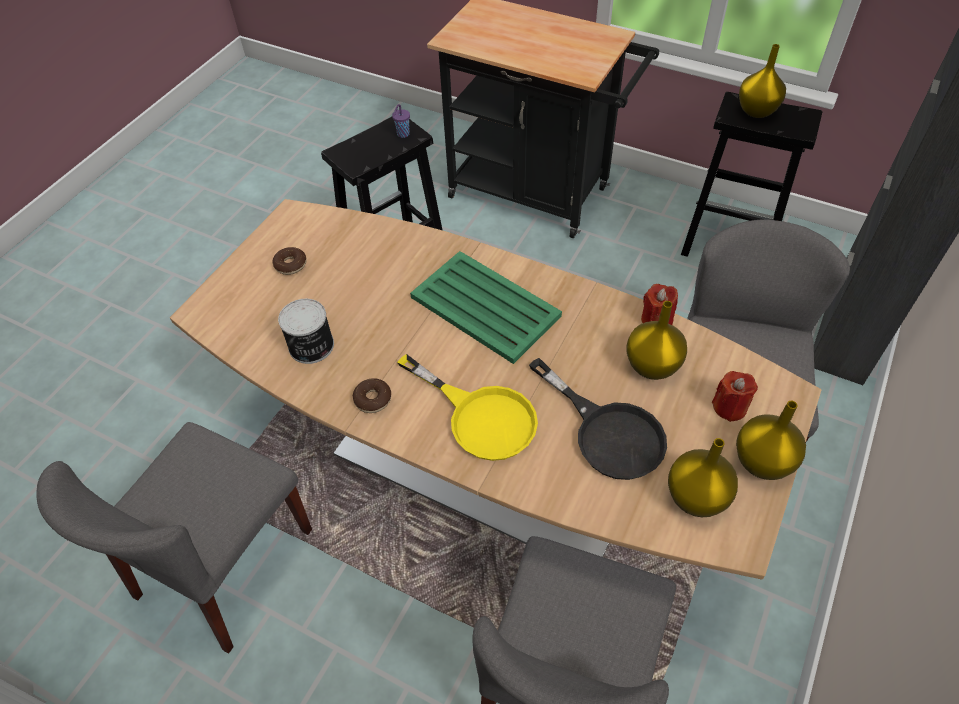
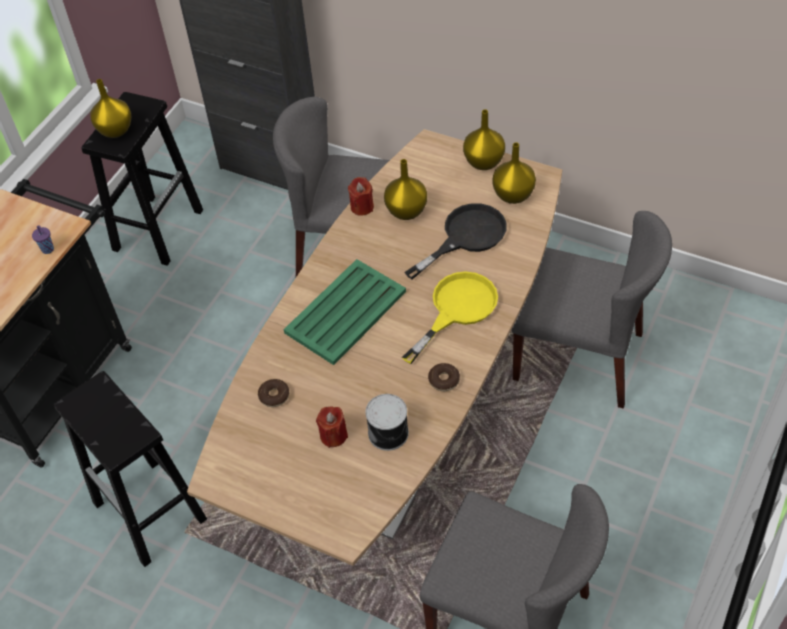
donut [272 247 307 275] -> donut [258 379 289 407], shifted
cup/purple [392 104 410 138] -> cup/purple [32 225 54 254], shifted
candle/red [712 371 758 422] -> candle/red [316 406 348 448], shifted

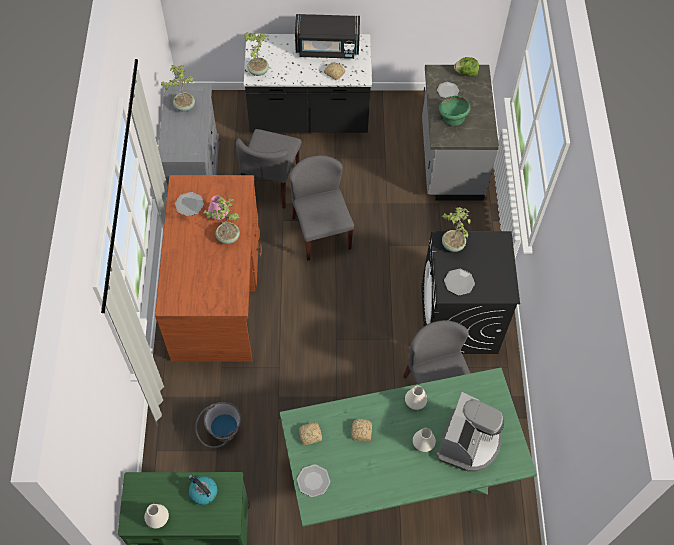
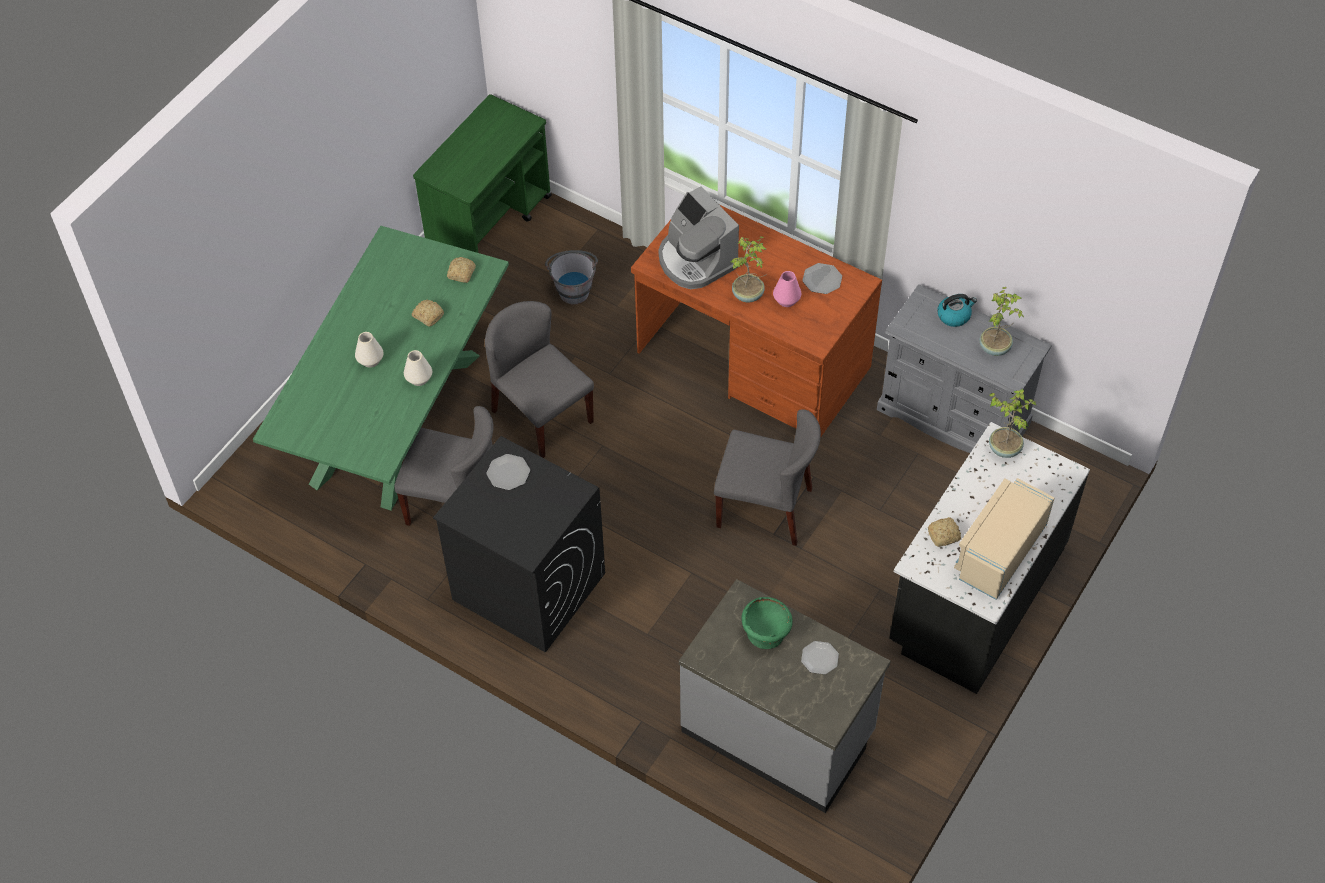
vase/white [144 504 169 528] -> none
kettle [188 474 217 505] -> kettle [937 294 977 327], shifted
chair/grey [236 129 301 209] -> chair/grey [485 301 594 458], shifted
microwave/black [295 14 360 59] -> microwave/beige [954 478 1054 600]
plate [297 464 330 497] -> none
coffee machine [437 392 504 471] -> coffee machine [658 186 739 289], shifted
potted plant [442 207 471 252] -> none
lettuce [454 57 479 76] -> none

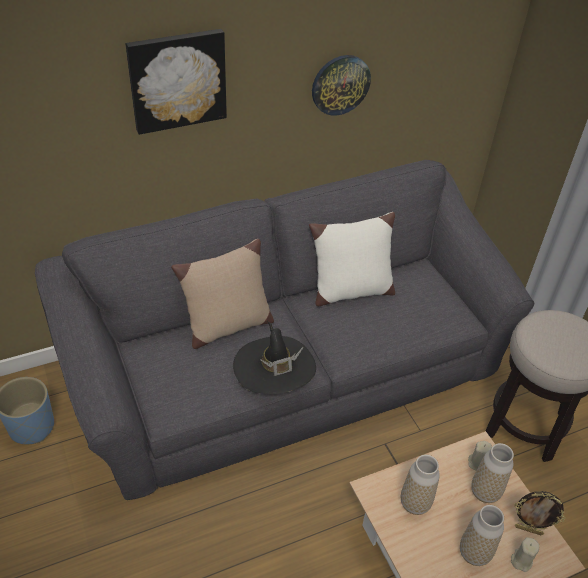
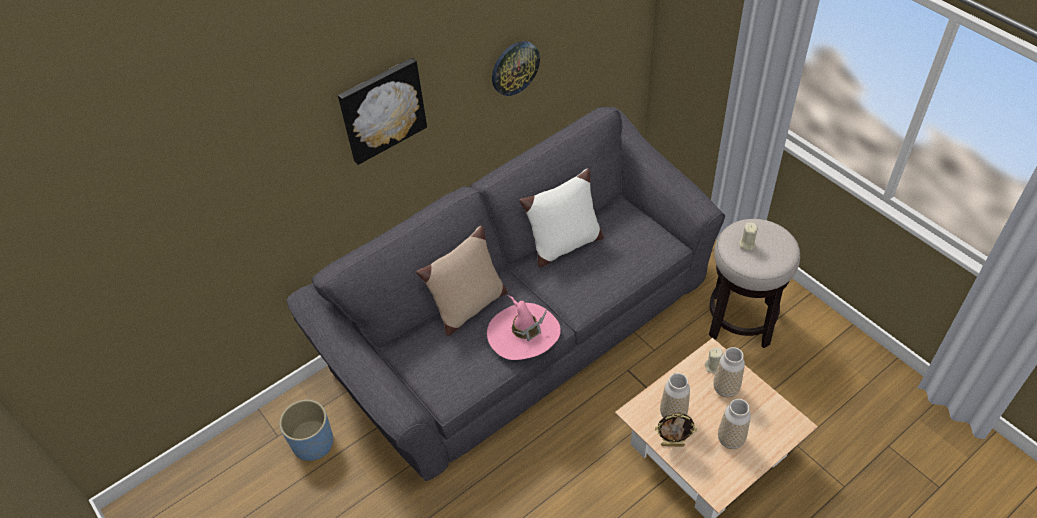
hat/black [233 321 316 394] -> hat/pink [487 295 561 360]
candle/beige [511 537 539 572] -> candle/beige [739 223 758 250], shifted
picture frame [514 491 566 535] -> picture frame [655 413 697 447], shifted

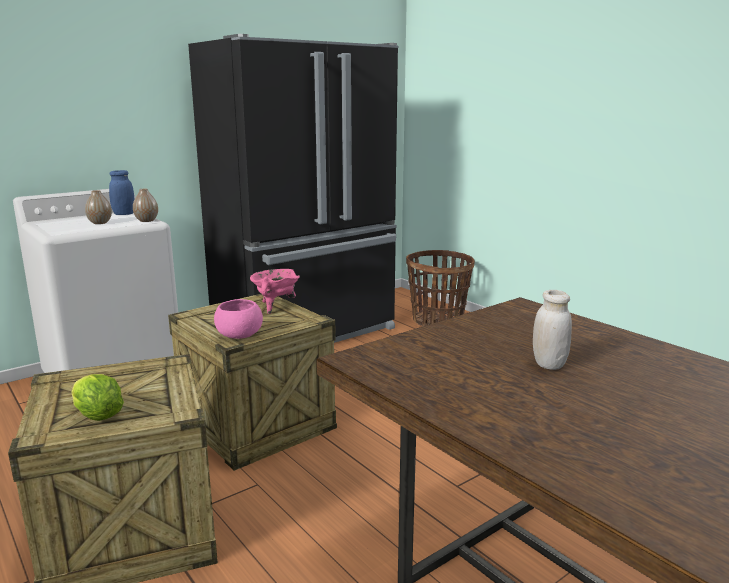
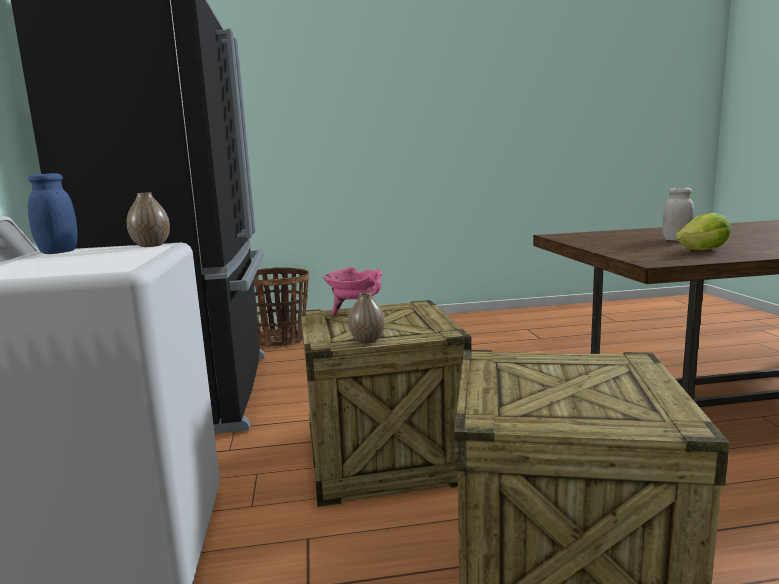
lettuce [71 374 124 421] -> lettuce [676 213 731 250], shifted
vase [85 190 112 224] -> vase [348 293 385 343], shifted
bowl/pink [214 299 263 339] -> none

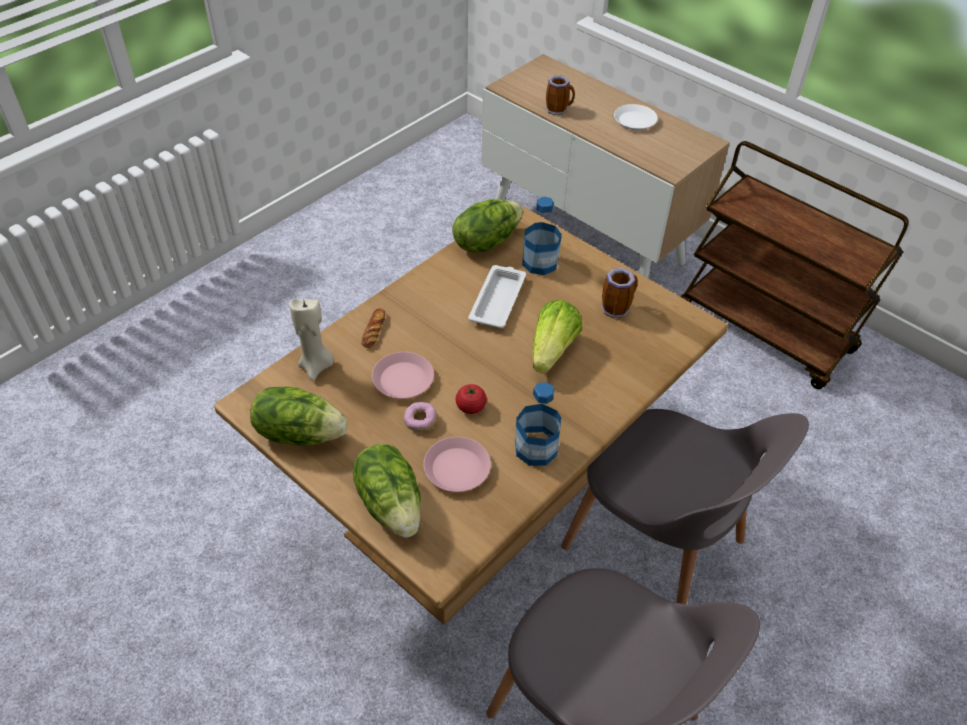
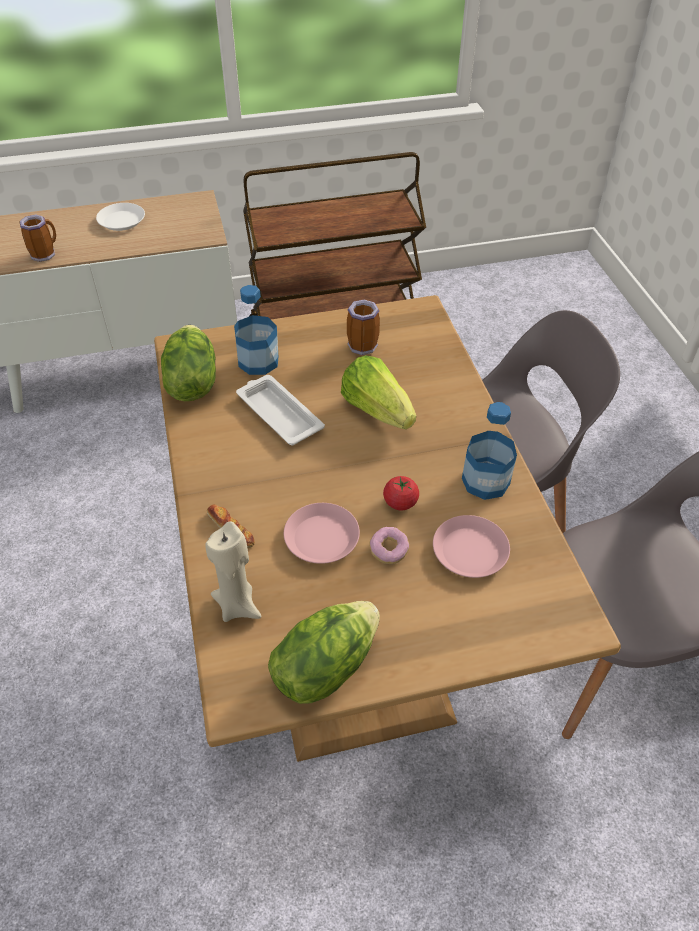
lettuce [353 444 421 538] -> none

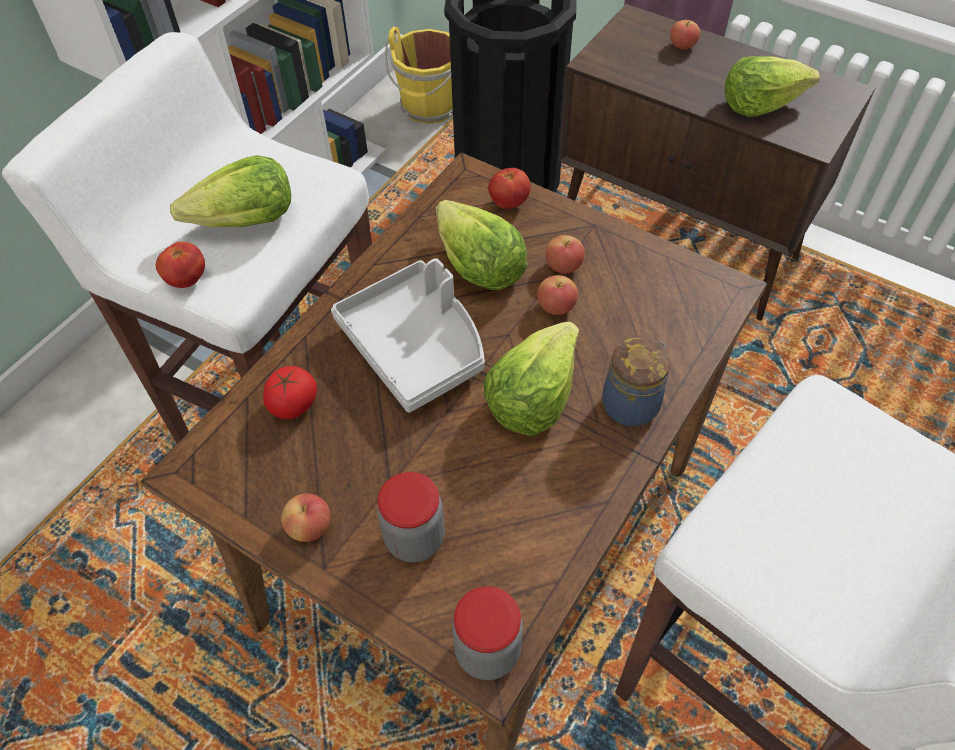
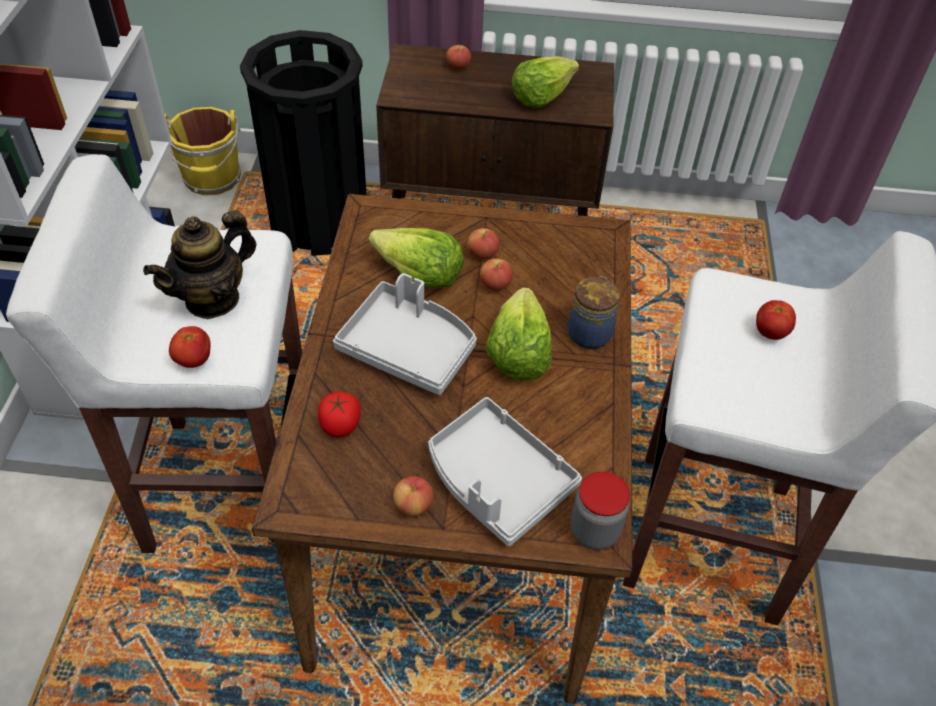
lettuce [170 155 291 228] -> teapot [143 210 256 319]
jar [377 472 445 563] -> tray/grey [428 397 582 546]
tomato [488 168 531 209] -> tomato [756 300 796 340], shifted

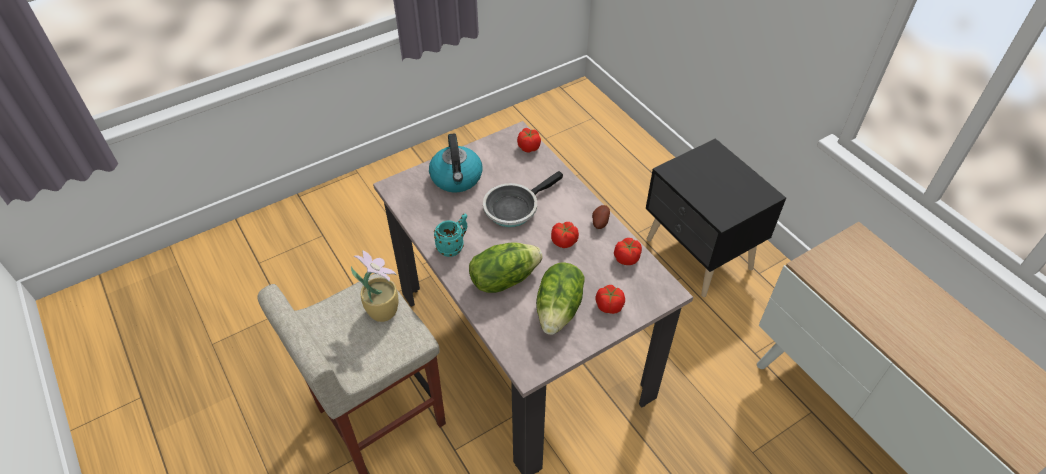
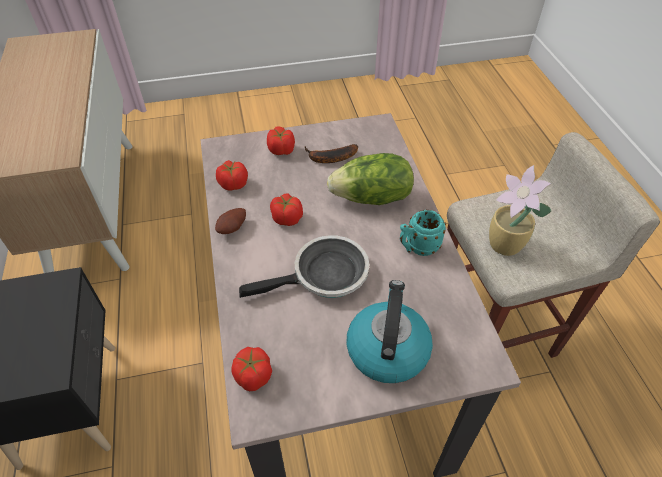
lettuce [536 262 585 335] -> banana [305 144 358 163]

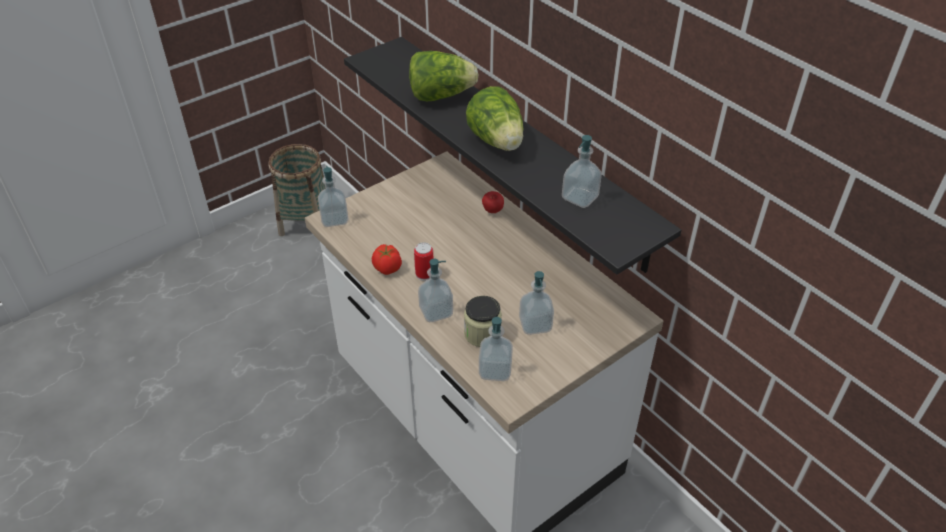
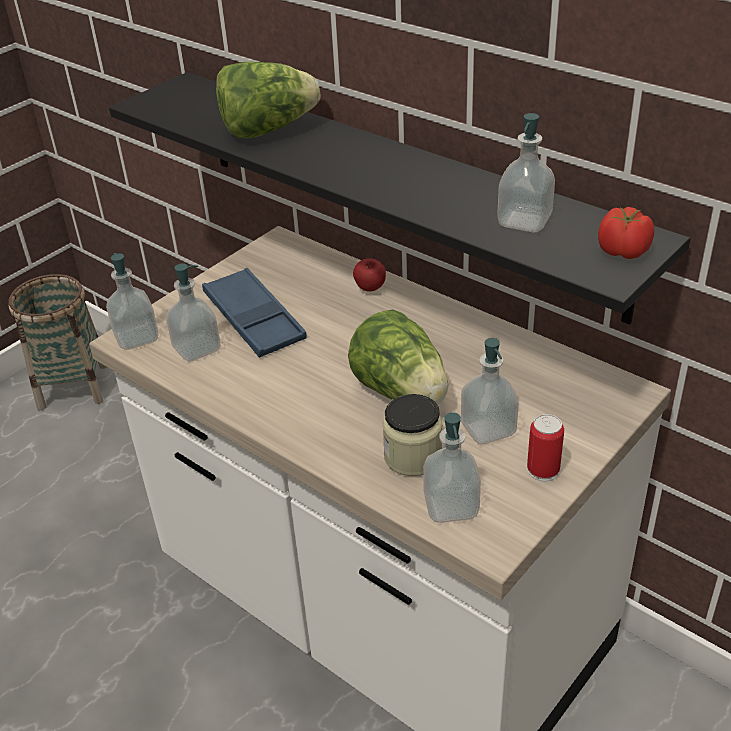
tomato [372 244 402 275] -> tomato [598 207 654 259], shifted
can [414 242 434 281] -> can [527 414 564 481], shifted
soap dispenser [418 259 453 322] -> soap dispenser [166 263 220 362], shifted
lettuce [466 86 523 151] -> lettuce [348 309 448 404], shifted
none -> tray/blue [202 268 307 358]

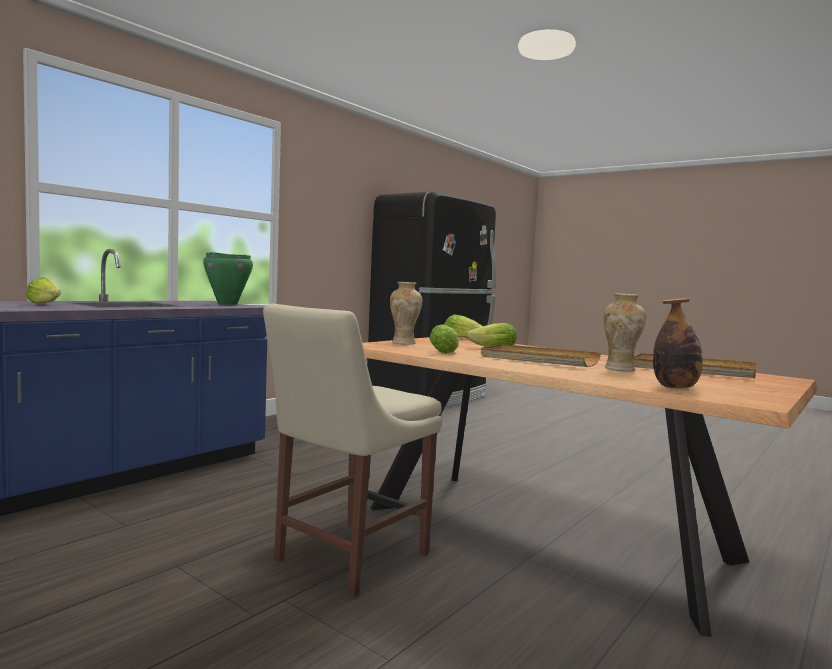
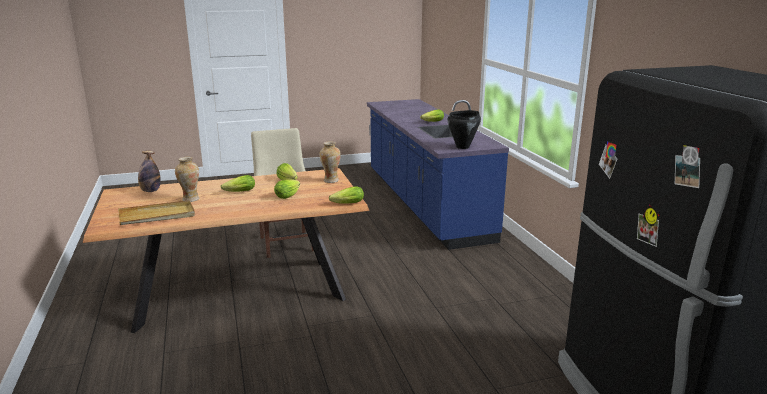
cooking pot/green [203 252 253 305] -> cooking pot/black [447 110 481 149]
tray/beige [481 344 601 367] -> lettuce [221 175 255 192]

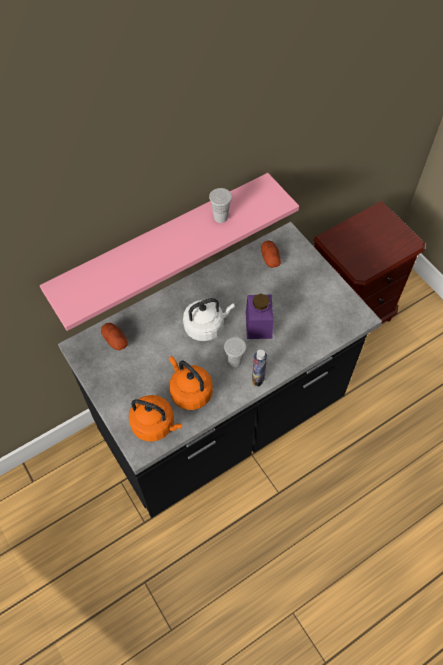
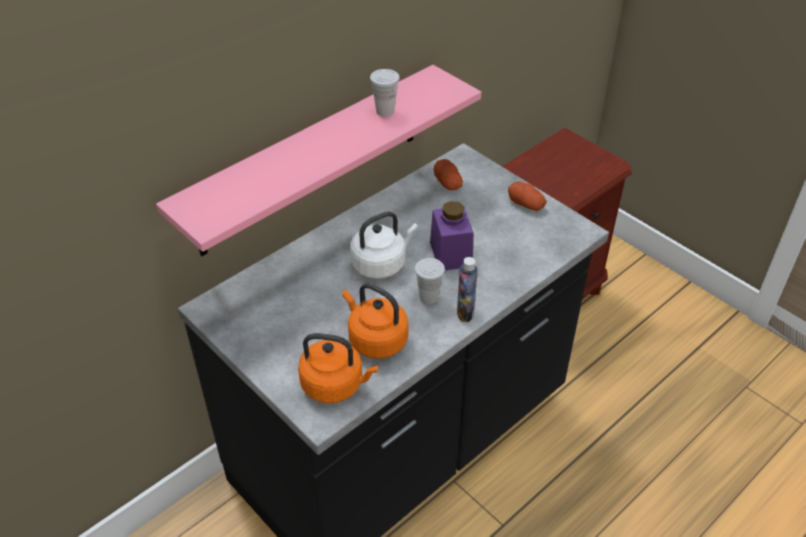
potato [101 323 128 350] -> potato [508 181 547 211], shifted

